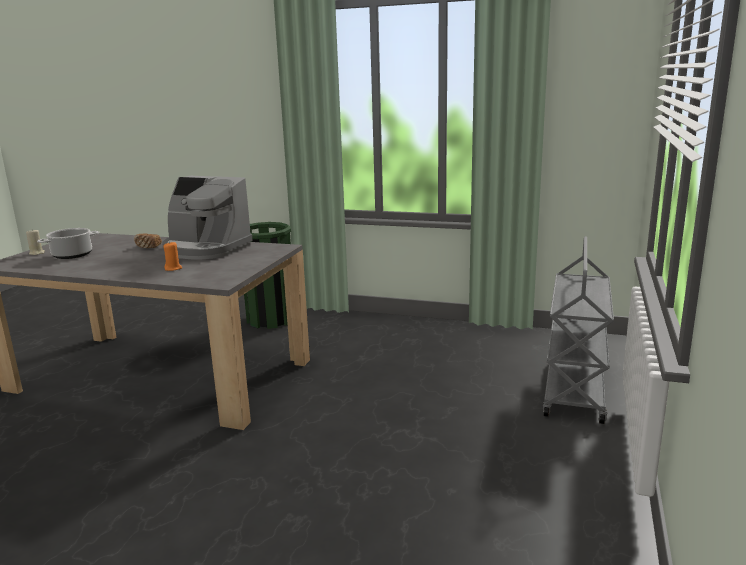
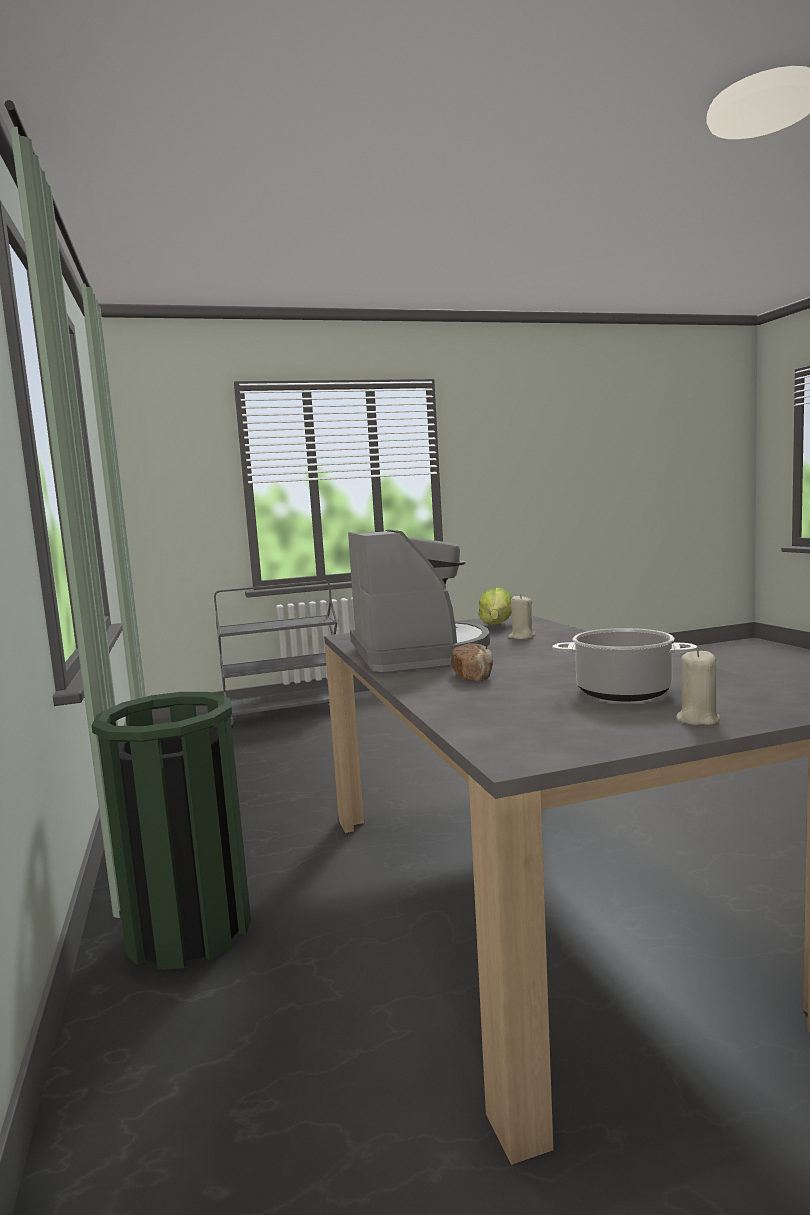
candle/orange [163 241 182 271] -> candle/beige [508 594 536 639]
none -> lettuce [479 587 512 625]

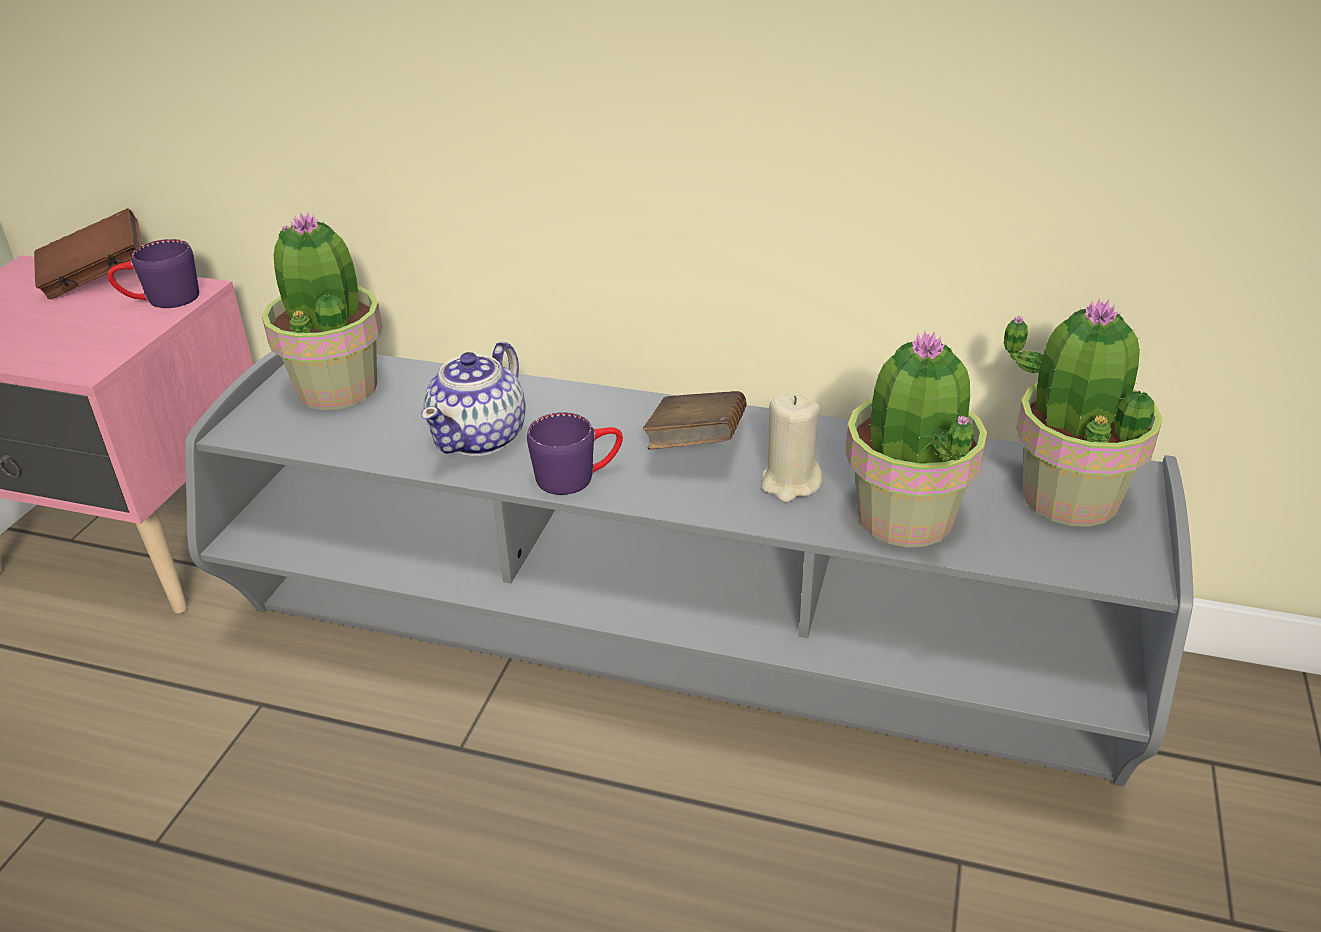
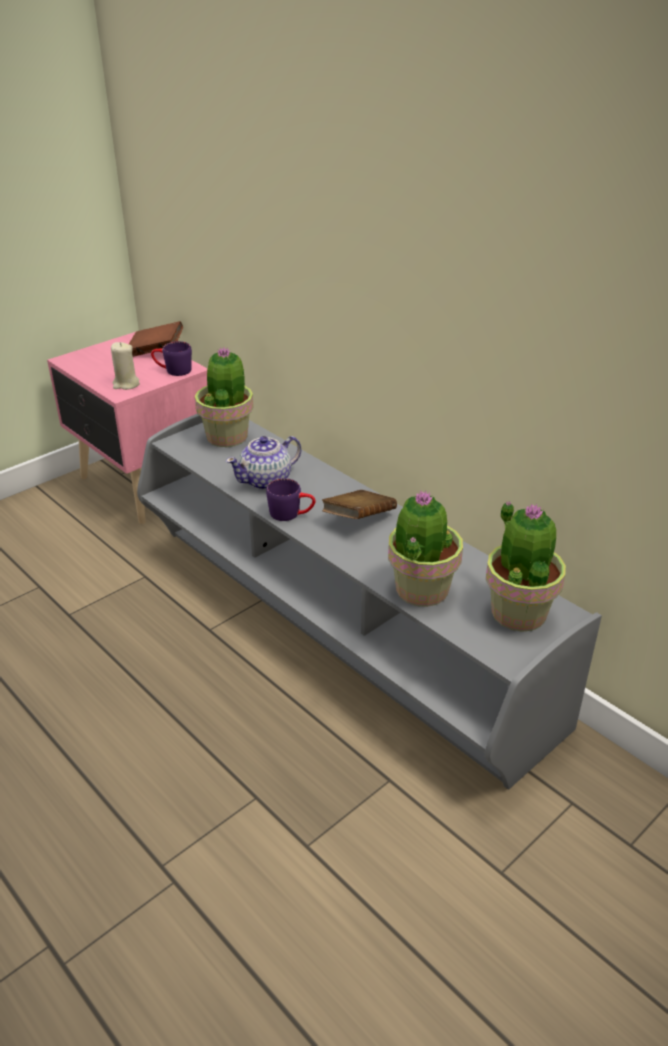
candle/beige [761 395 823 502] -> candle/beige [111 342 140 390], shifted

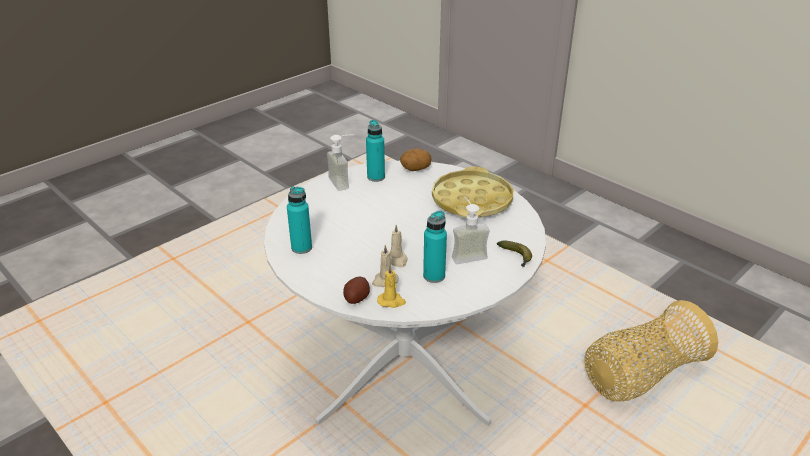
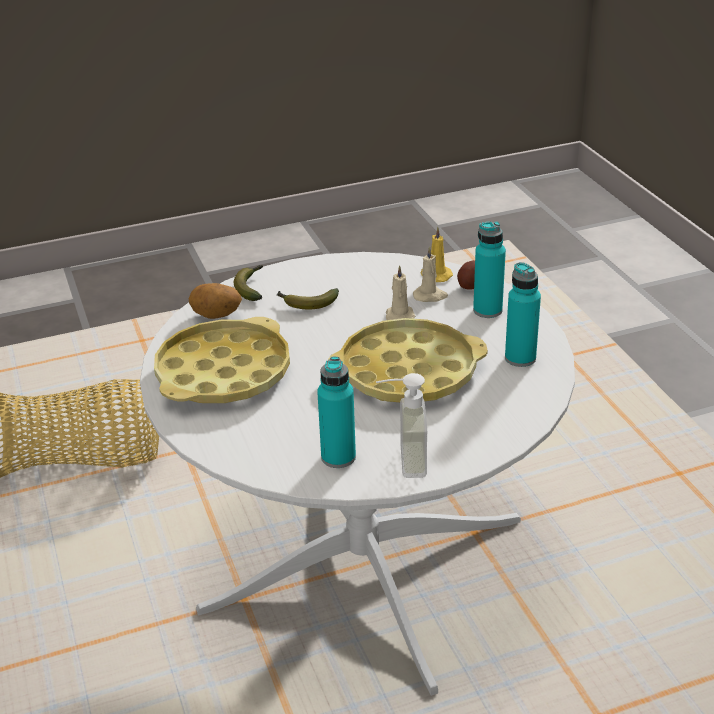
potato [400 148 431 171] -> potato [189 283 242 319], shifted
bottle/turquoise [423 210 447 283] -> bottle/turquoise [473 221 506 318], shifted
soap dispenser [452 197 490 264] -> banana [277 288 339 309]
none -> tray/yellow [327 318 488 402]

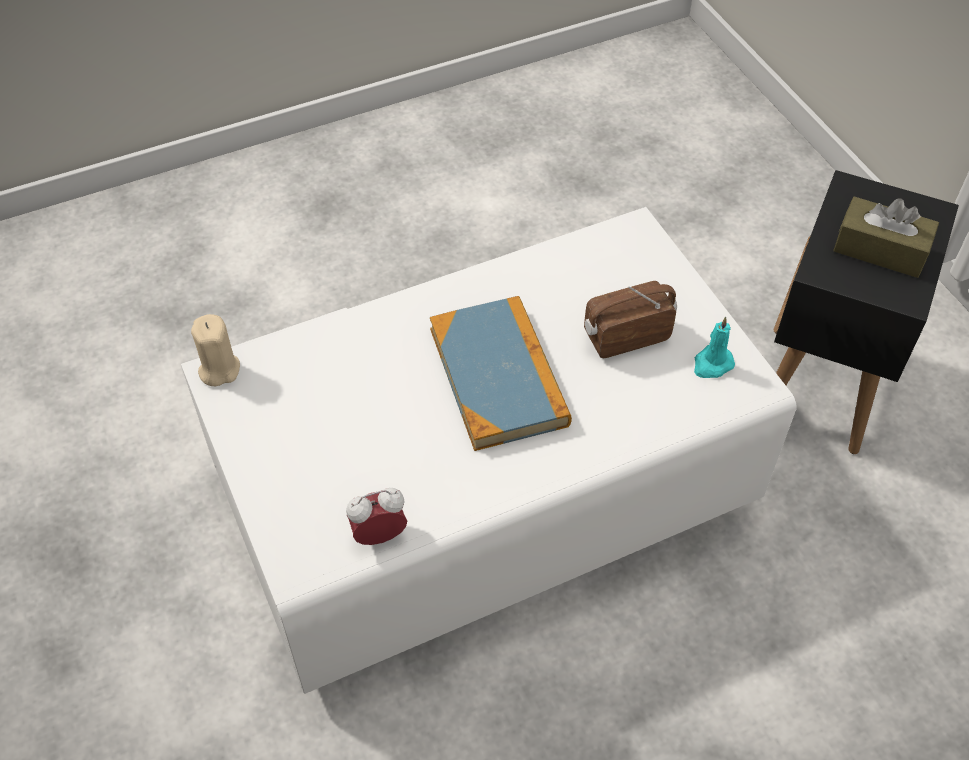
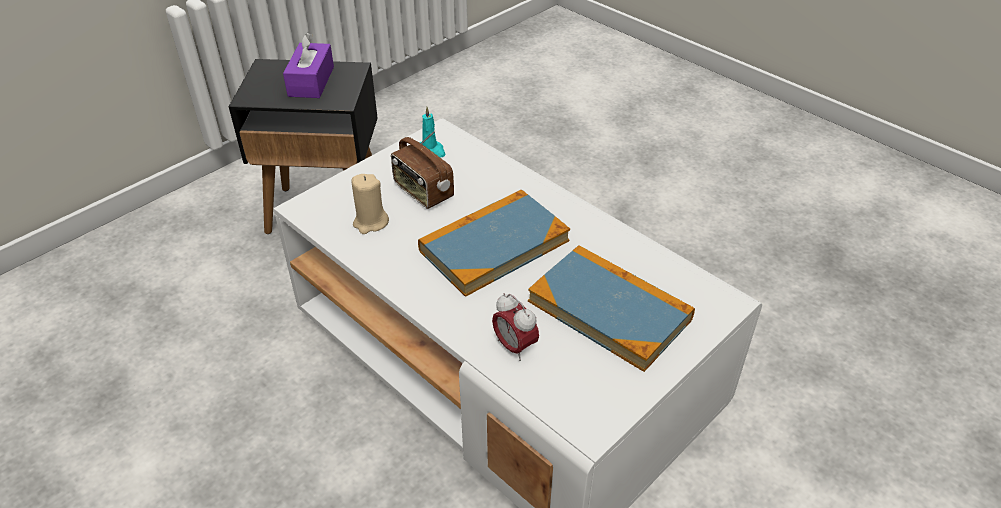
candle/beige [191 314 240 386] -> candle/beige [351 174 389 234], shifted
alarm clock [346 488 407 545] -> alarm clock [492 293 539 361], shifted
tissue box/brown [833 197 939 278] -> tissue box/purple [283 33 334 98]
none -> book [528 245 695 372]

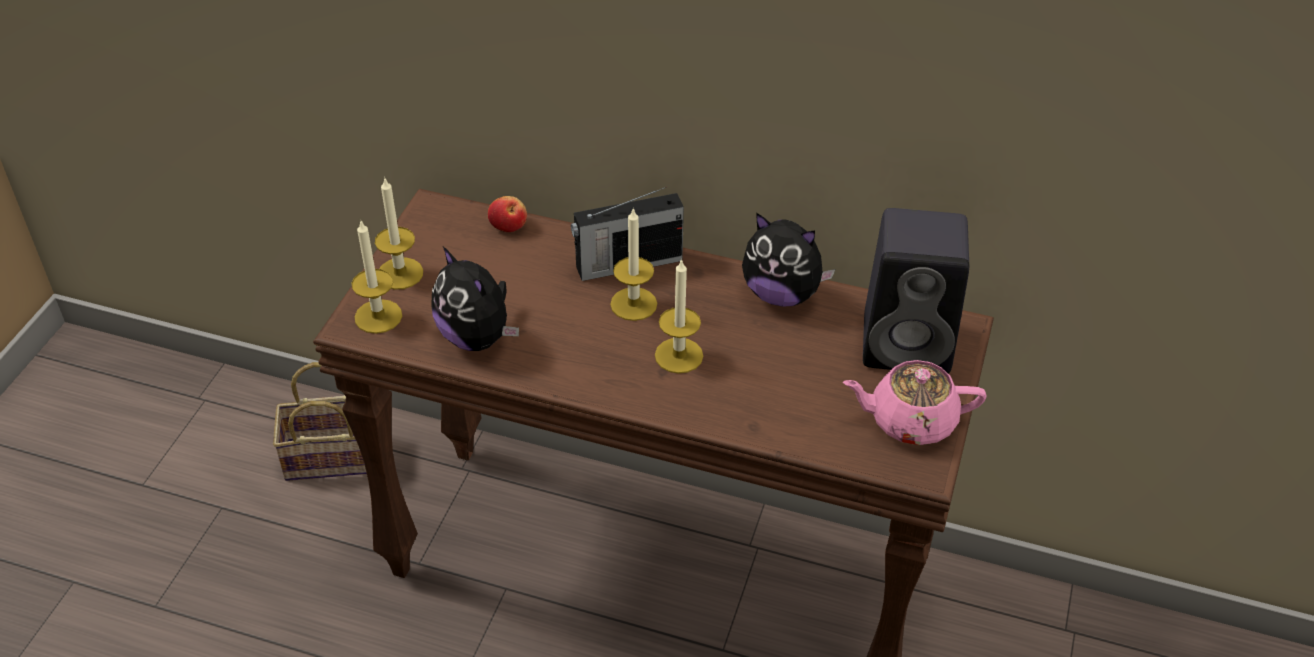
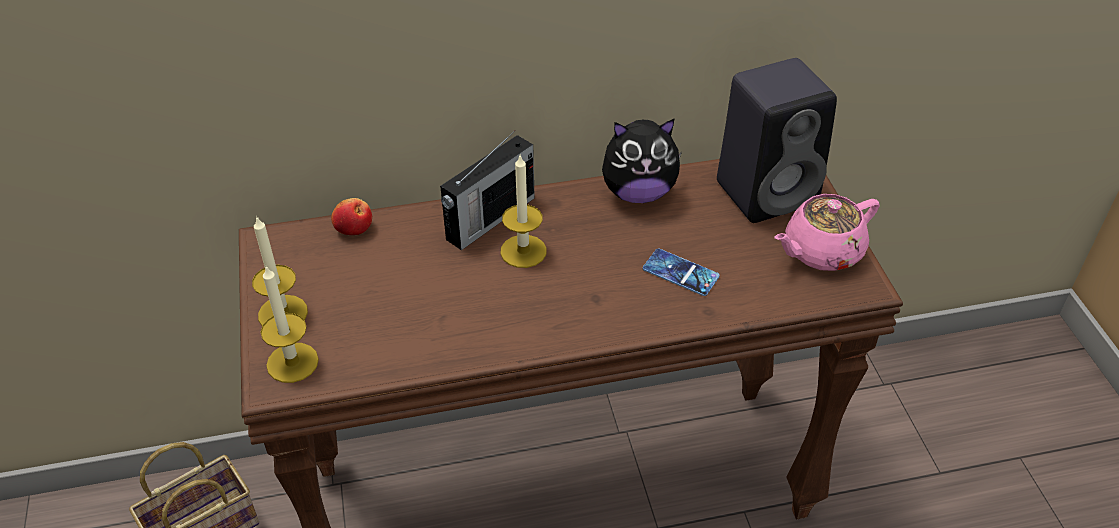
plush toy [431 247 519 351] -> none
candle [655 259 703 374] -> none
none -> phone [643 248 720 296]

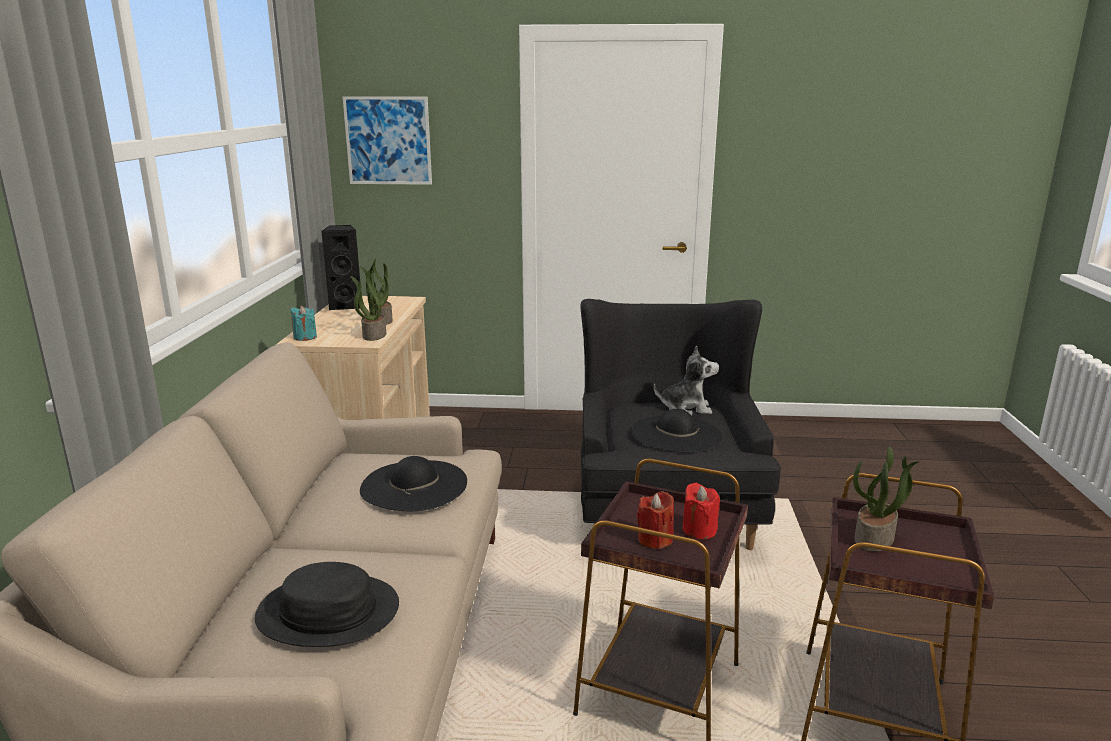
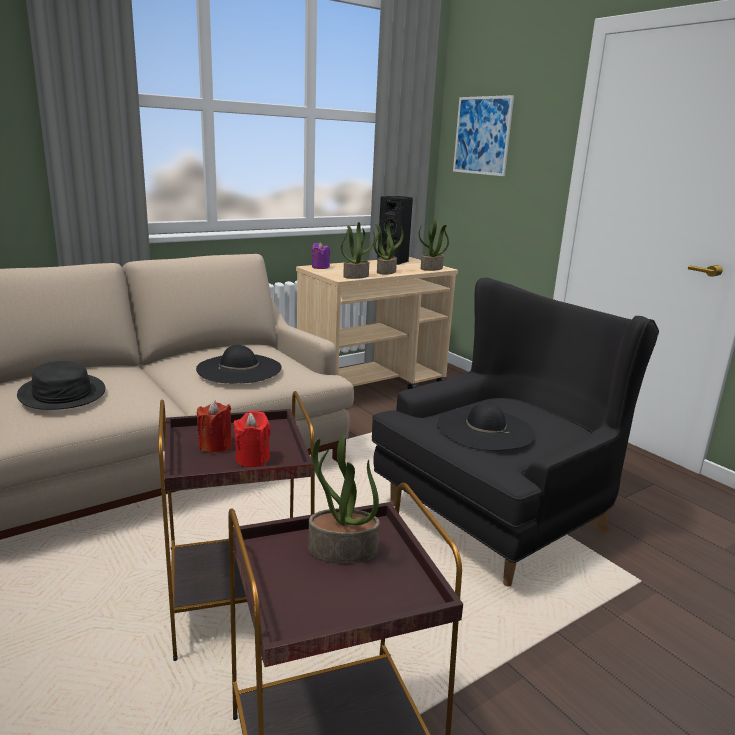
candle/turquoise [291 306 317 341] -> candle/purple [312 242 330 269]
plush toy [654 345 719 416] -> none
none -> potted plant [419 219 449 271]

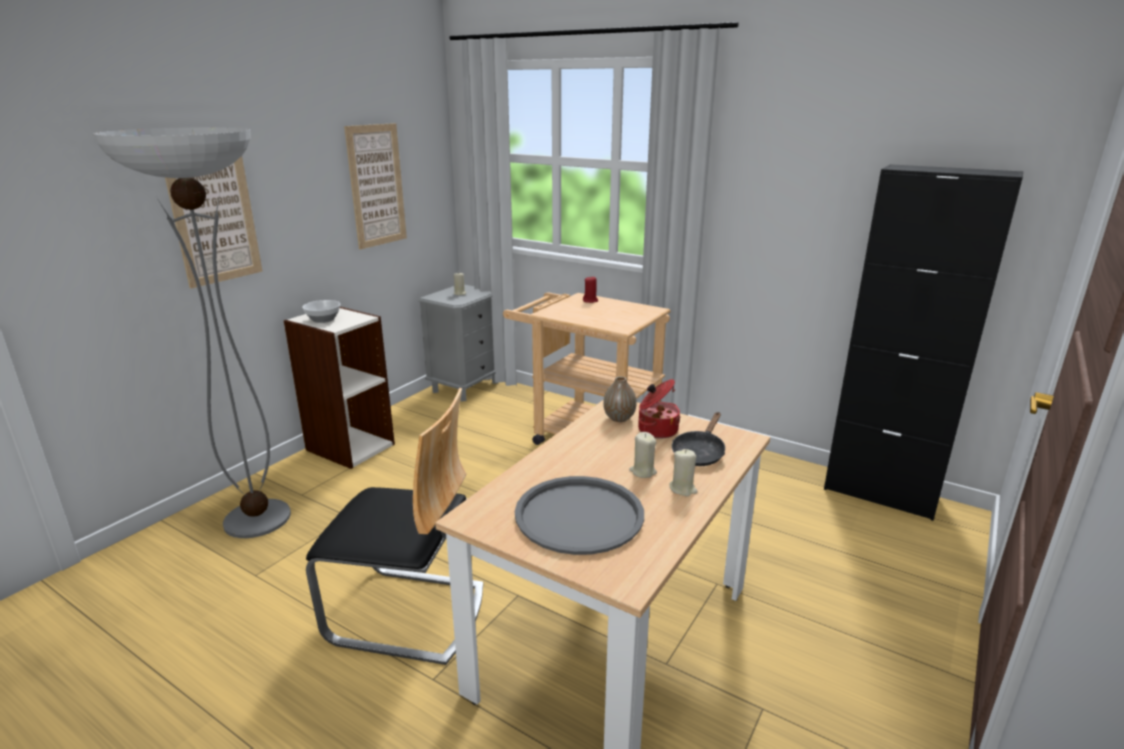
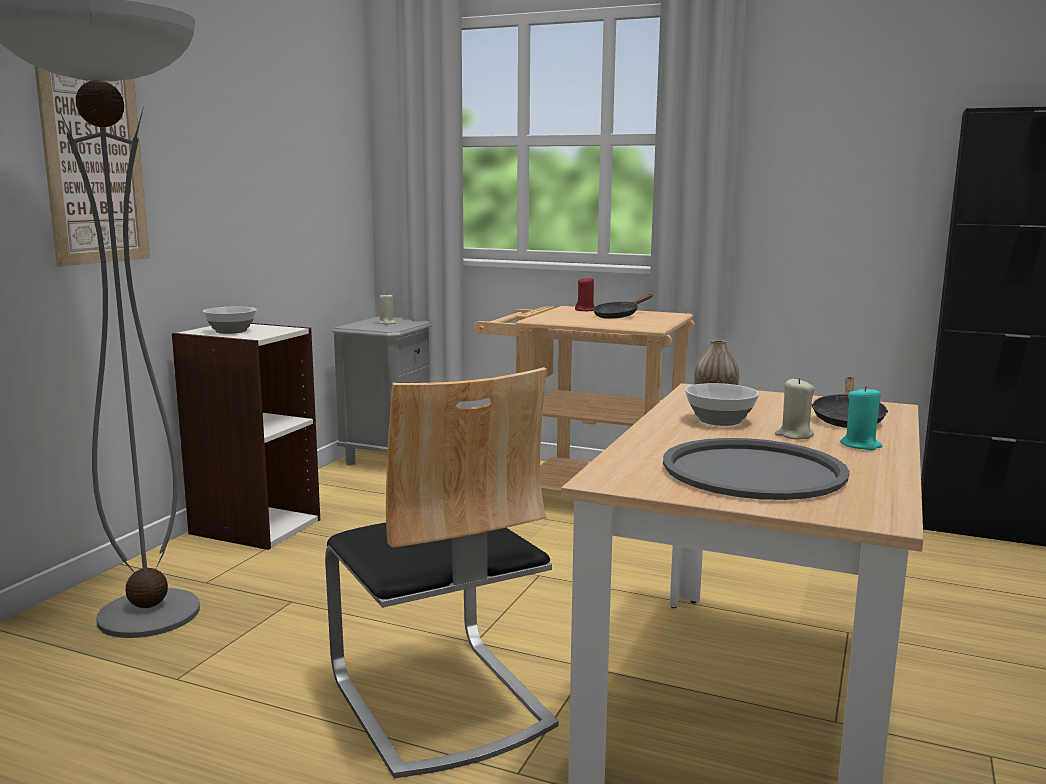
chair [306 388 483 665] -> chair [325 367 559 778], 60 degrees clockwise
picture [344 123 407 250] -> none
cooking pot [638 379 680 439] -> none
candle/beige [669 449 698 496] -> candle/turquoise [840 386 882 450]
none -> frying pan/black [593 294 653 319]
none -> bowl [685 383 759 426]

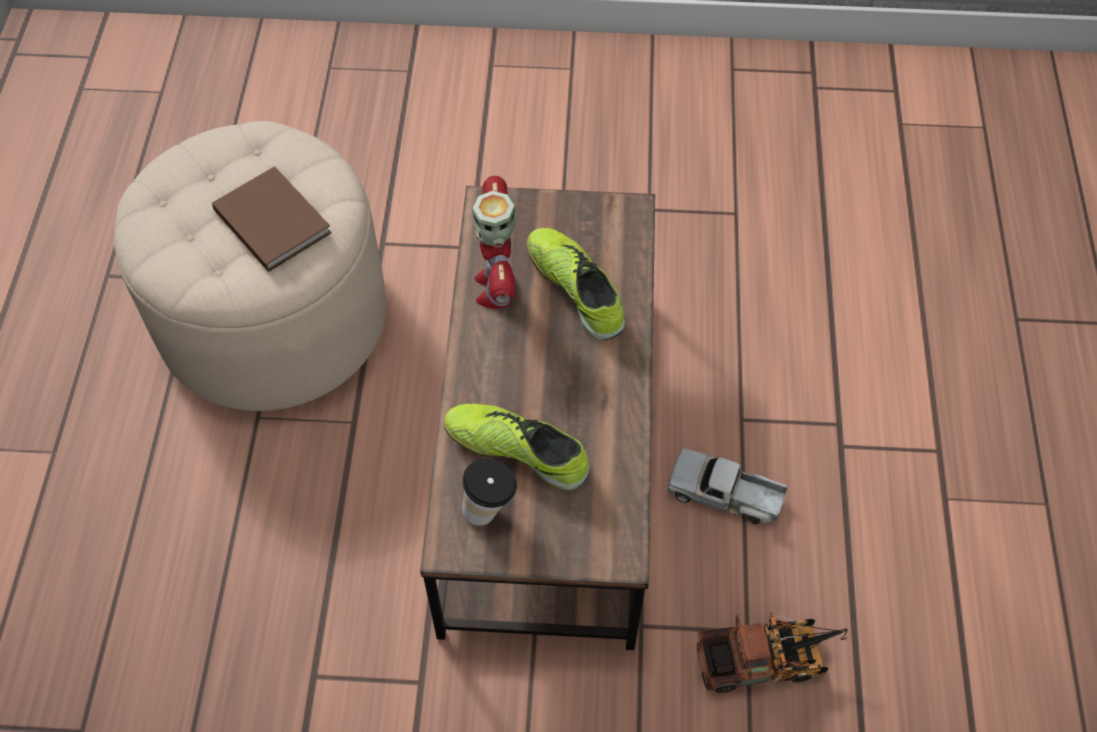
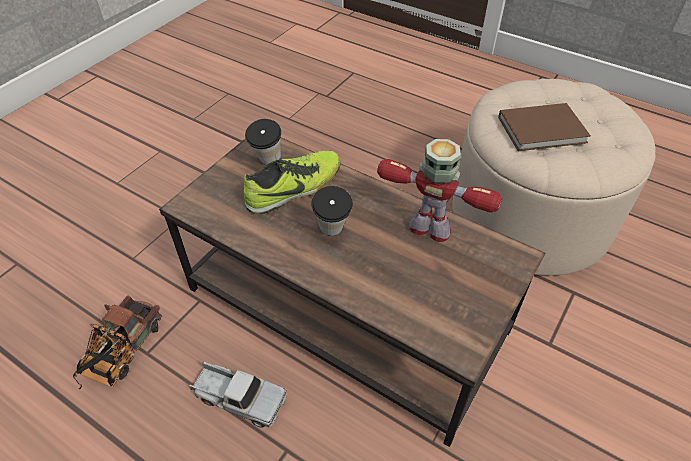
shoe [527 228 625 340] -> none
toy truck [667 448 788 525] -> toy truck [189 362 287 428], 60 degrees clockwise
none -> cup [311 186 353 236]

